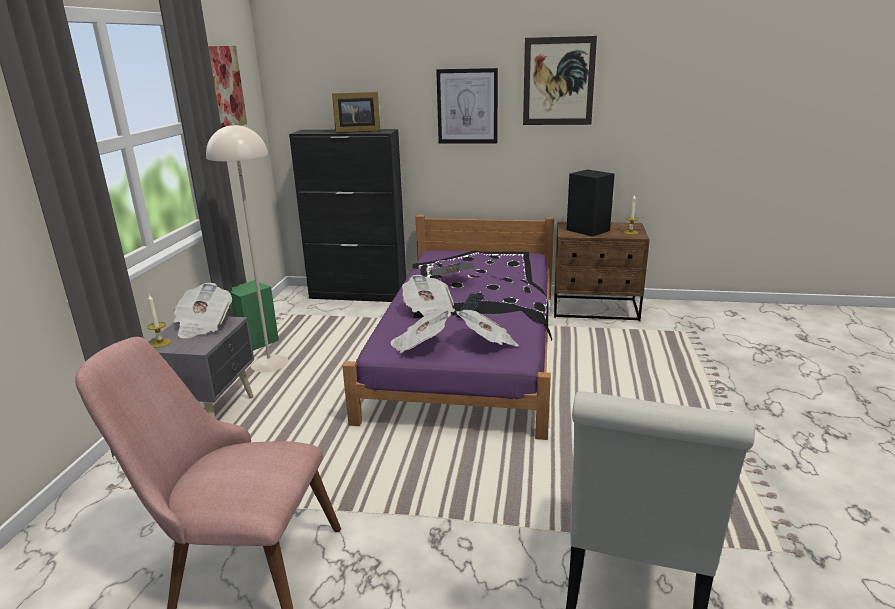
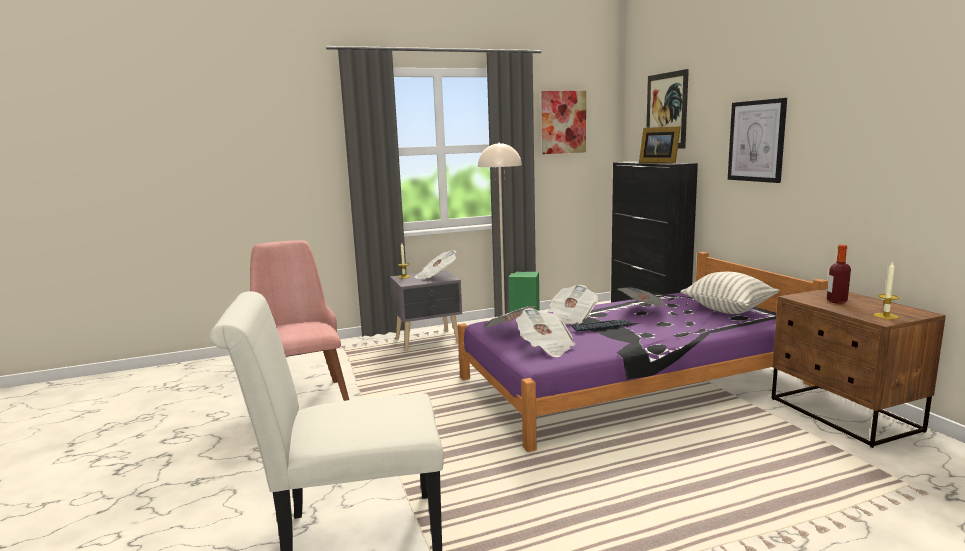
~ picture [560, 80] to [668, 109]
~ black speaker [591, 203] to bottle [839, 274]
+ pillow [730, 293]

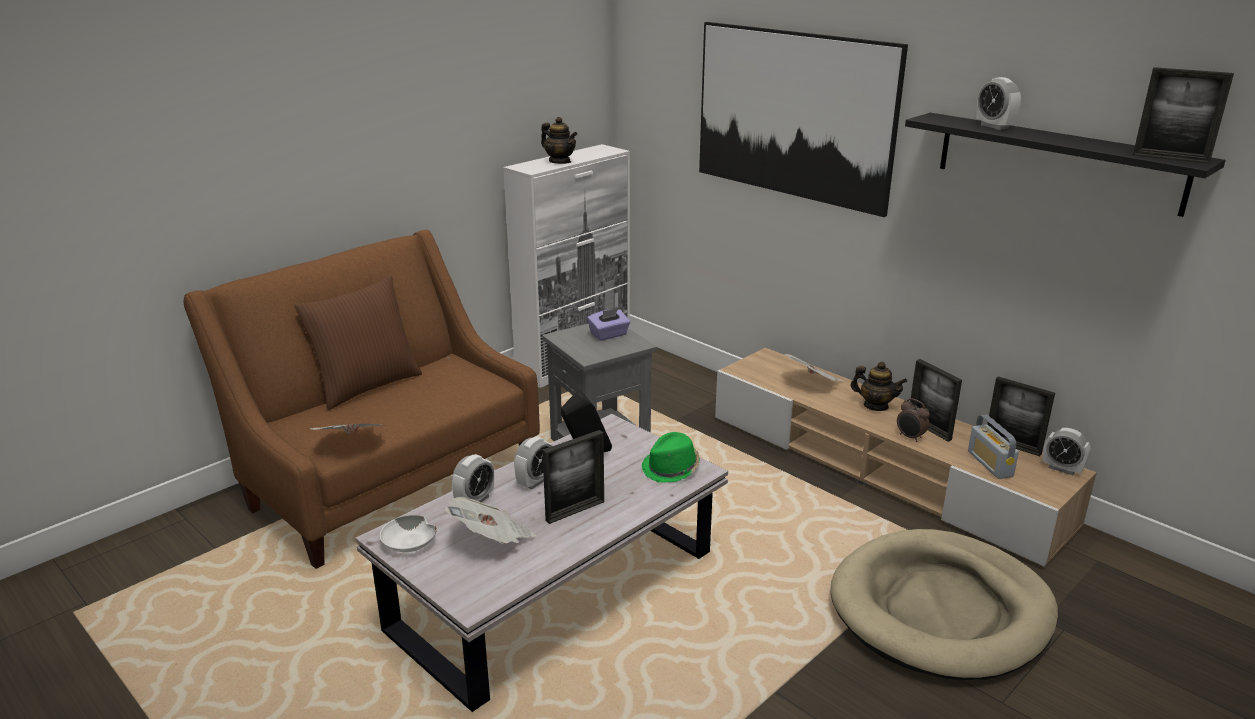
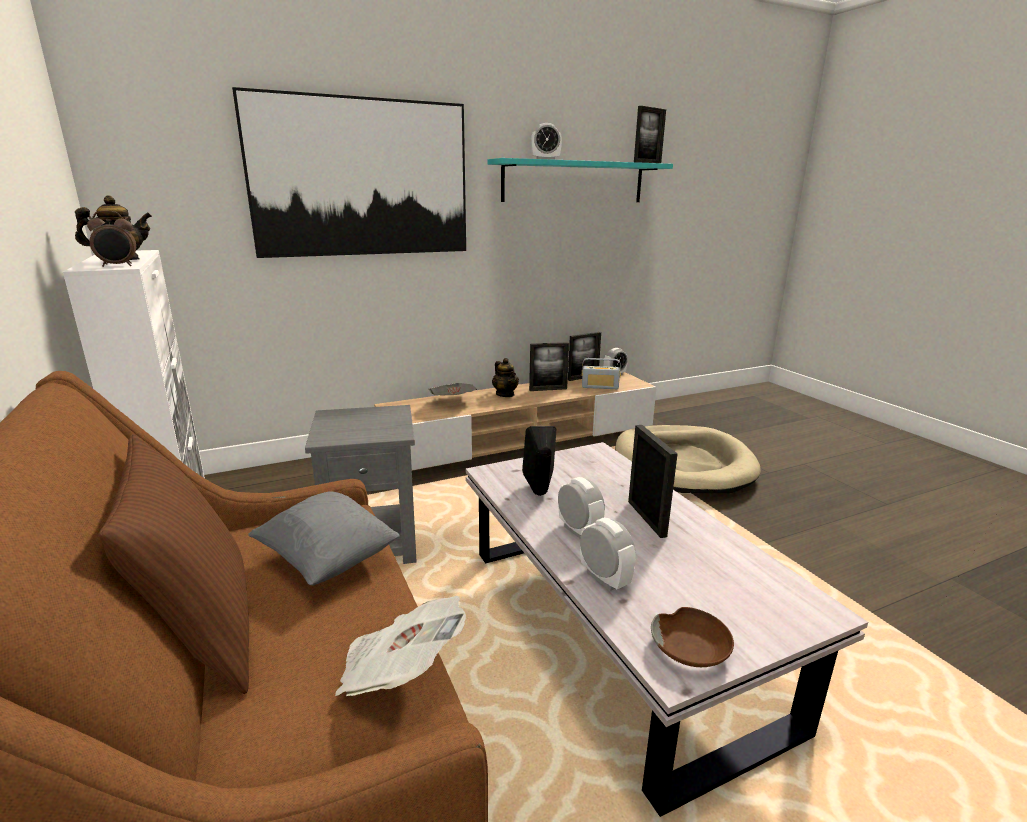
~ white bowl [408, 533] to brown bowl [692, 637]
- newspaper [490, 520]
- purple tissue box [608, 324]
- green hat [671, 457]
~ teapot [878, 386] = [505, 377] 105 degrees clockwise
~ alarm clock [913, 420] to [111, 239]
~ black shelf [1065, 165] to turquoise shelf [580, 180]
+ grey pillow [324, 538]

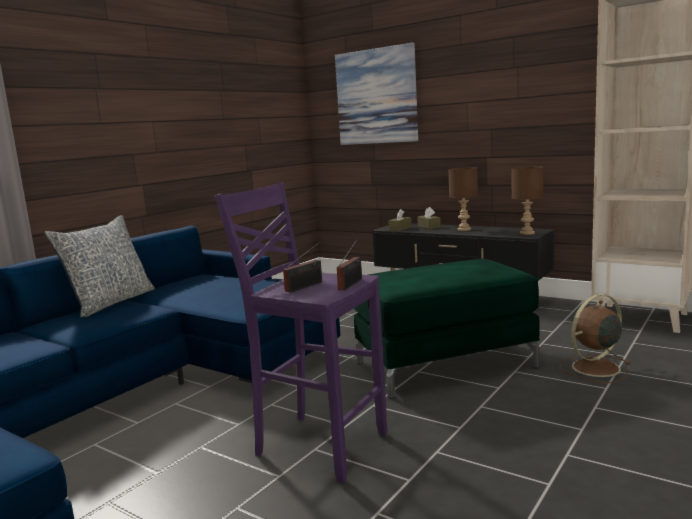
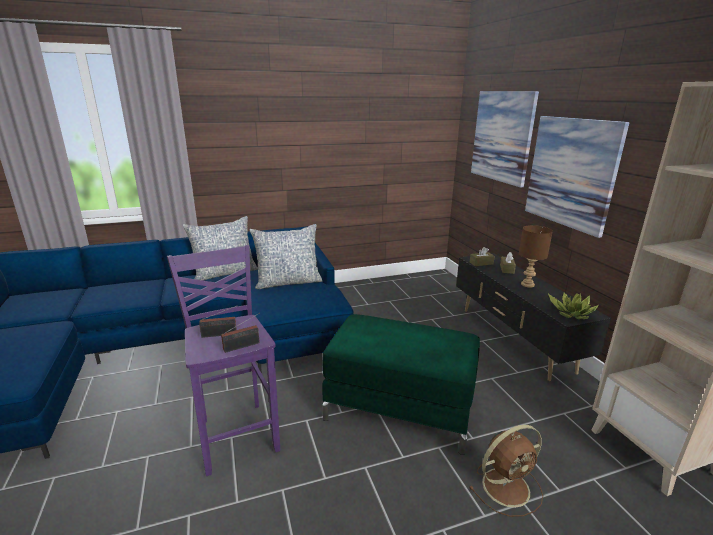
~ brown table lamp [527, 200] to potted plant [573, 306]
~ brown fan [595, 338] = [506, 471] 150 degrees clockwise
+ pillow [286, 256]
+ picture [577, 177]

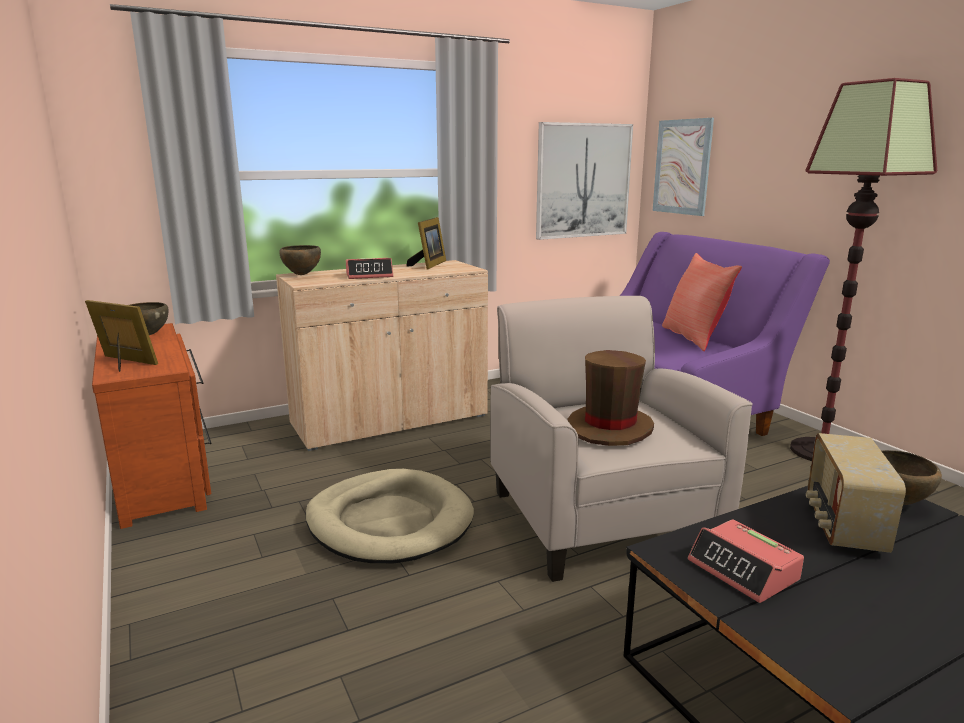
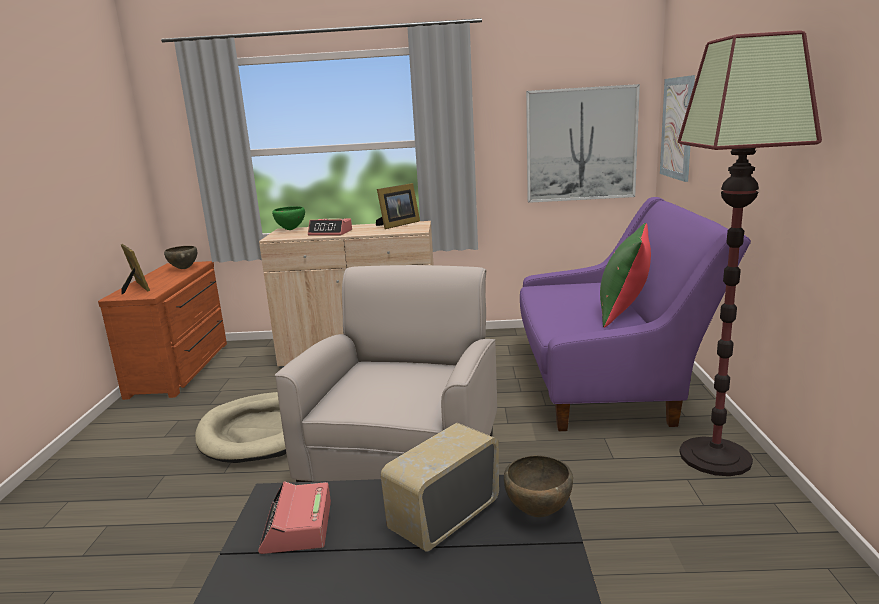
~ brown bowl [300, 260] to green bowl [288, 218]
- brown hat [610, 398]
~ red pillow [702, 302] to green pillow [625, 275]

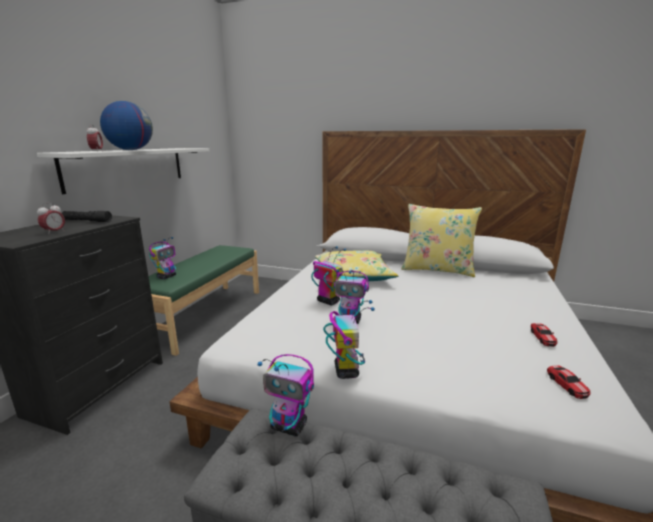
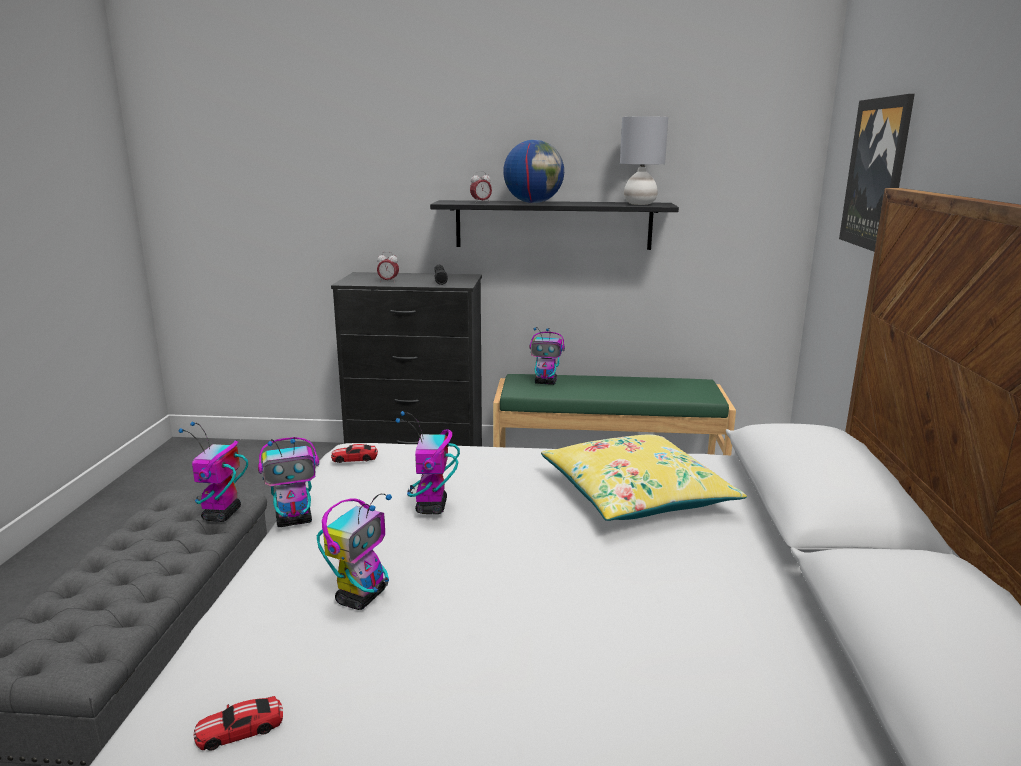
~ white shelf [123, 171] to black shelf [554, 225]
~ toy robot [328, 275] to [354, 552]
- yellow pillow [441, 240]
~ toy car [544, 335] to [354, 453]
+ grey table lamp [644, 160]
+ picture [877, 173]

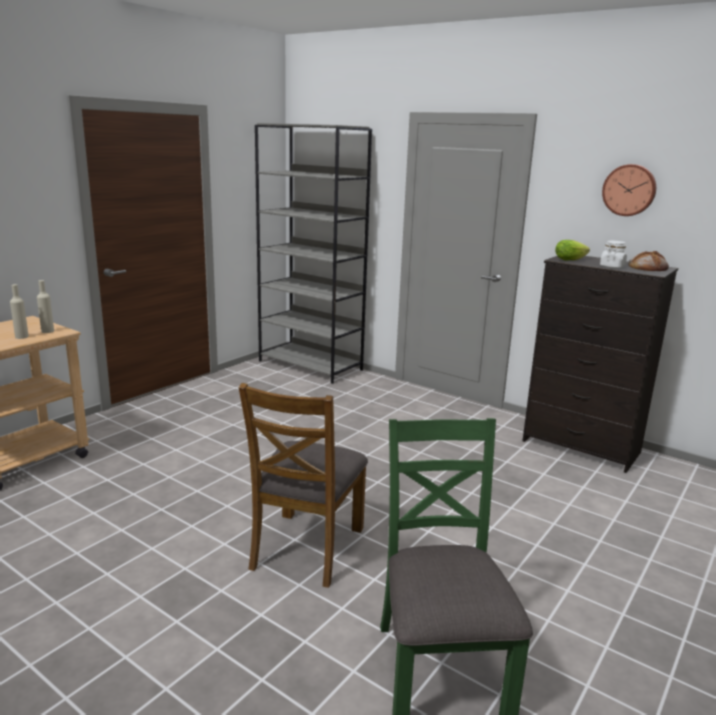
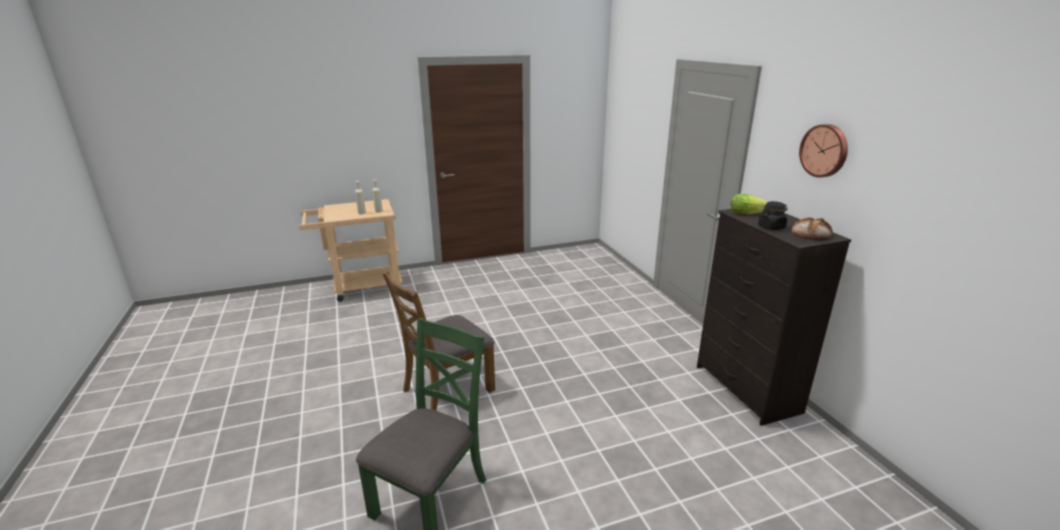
- grey bookcase [313, 253]
~ white jar [613, 254] to black jar [773, 215]

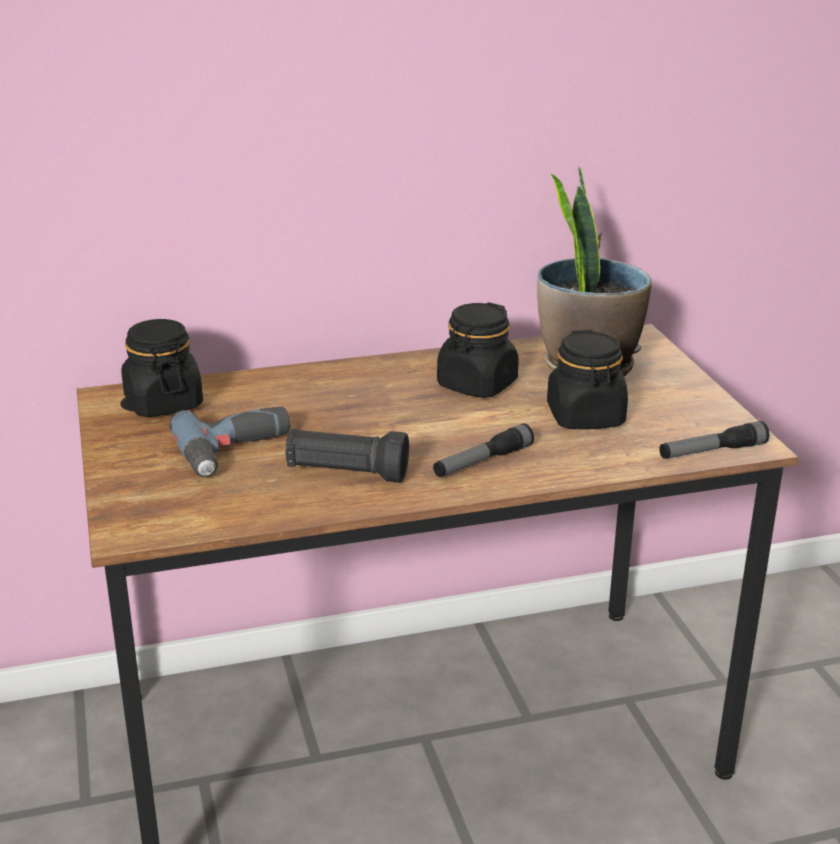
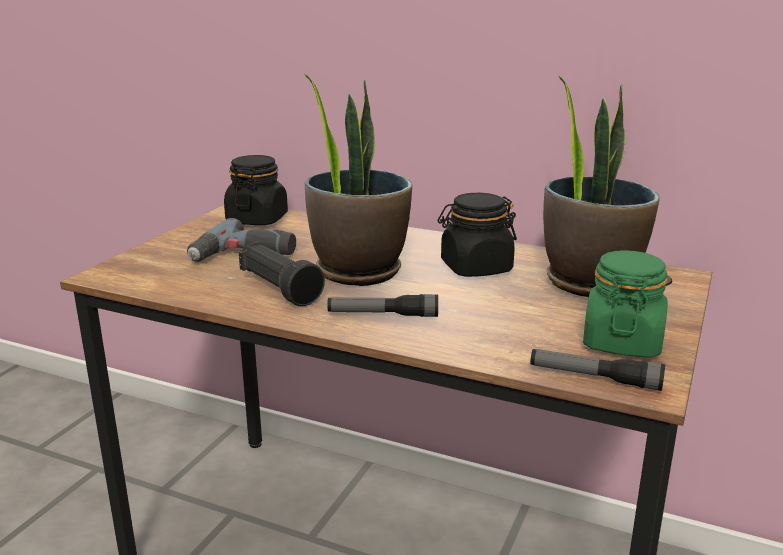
- black jar [587, 379]
+ potted plant [358, 180]
+ green jar [625, 304]

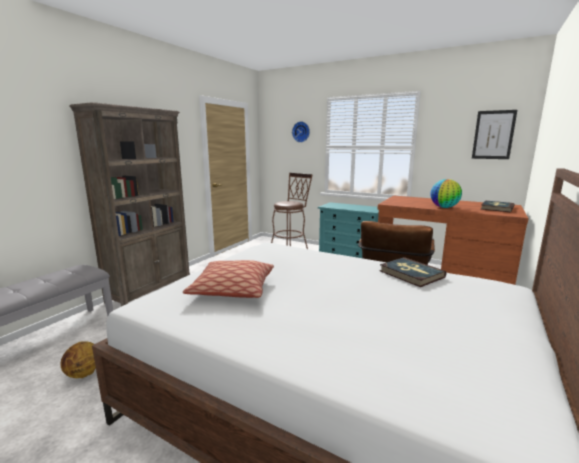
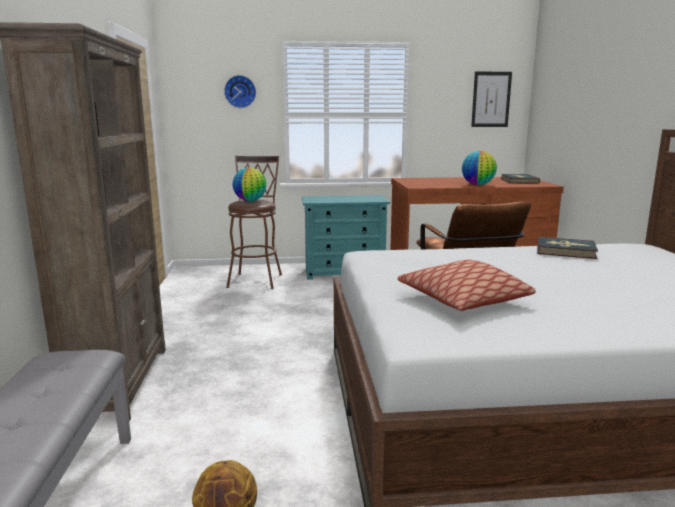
+ globe [249, 184]

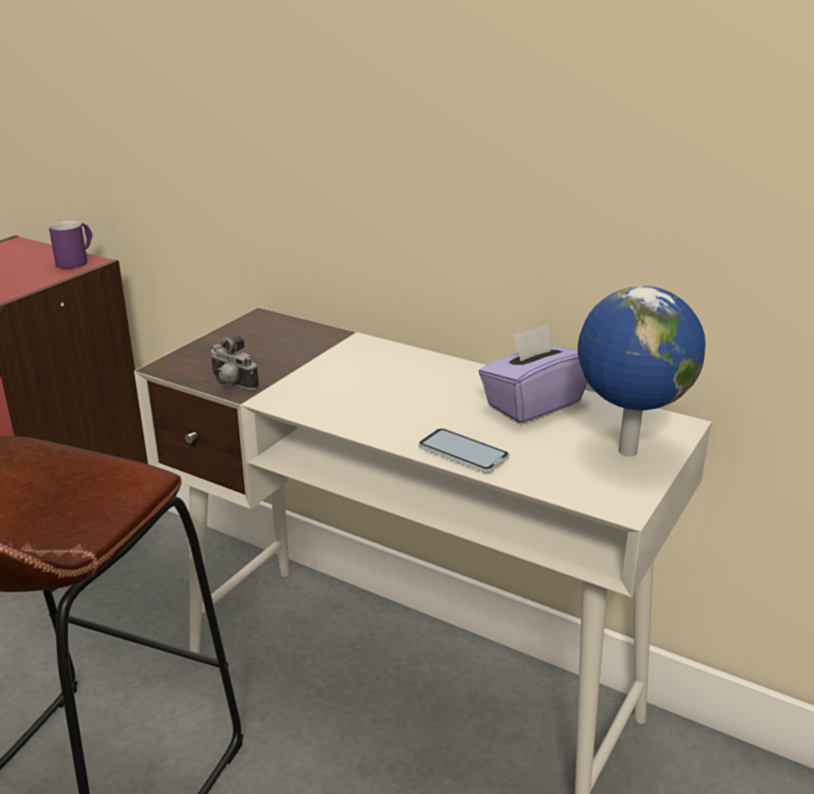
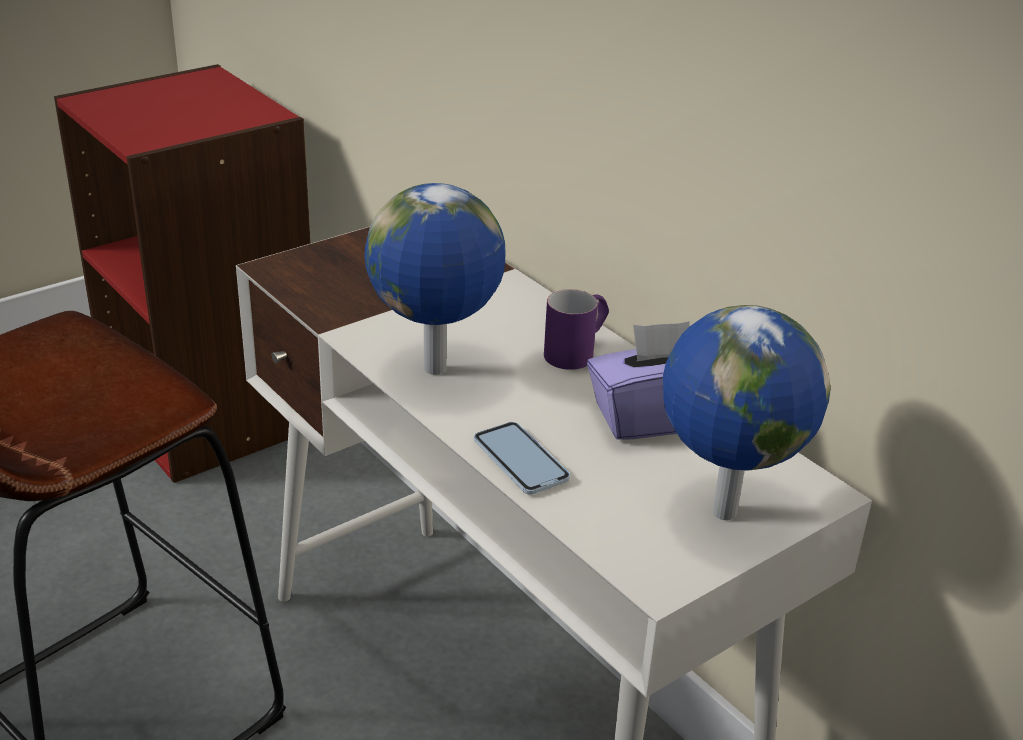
~ purple mug [70, 245] to [576, 329]
- photo camera [234, 362]
+ globe [435, 279]

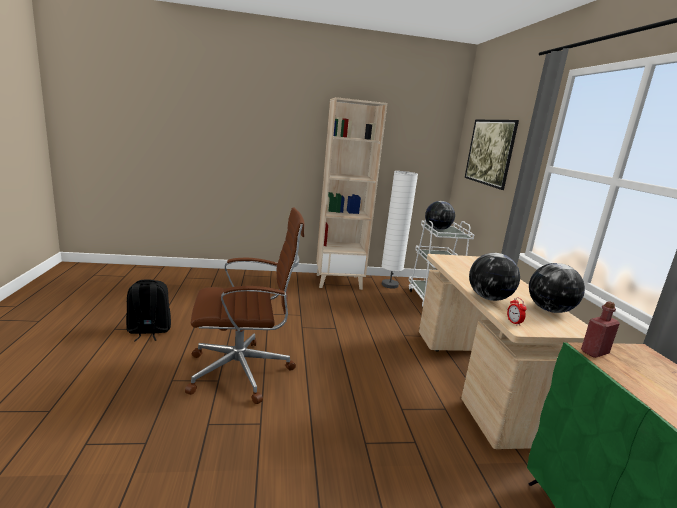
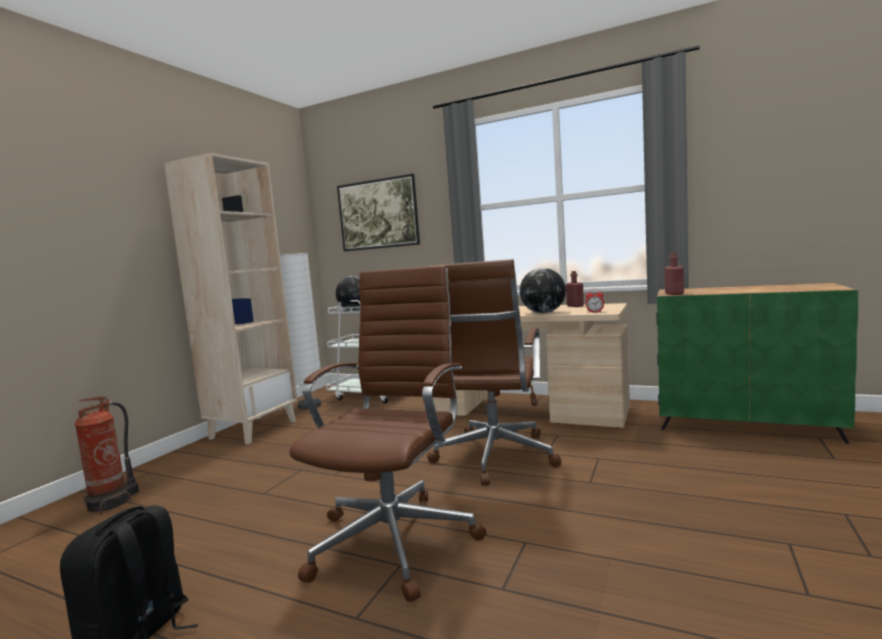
~ globe [557, 288] to red bottle [575, 289]
+ fire extinguisher [106, 455]
+ brown office chair [494, 372]

